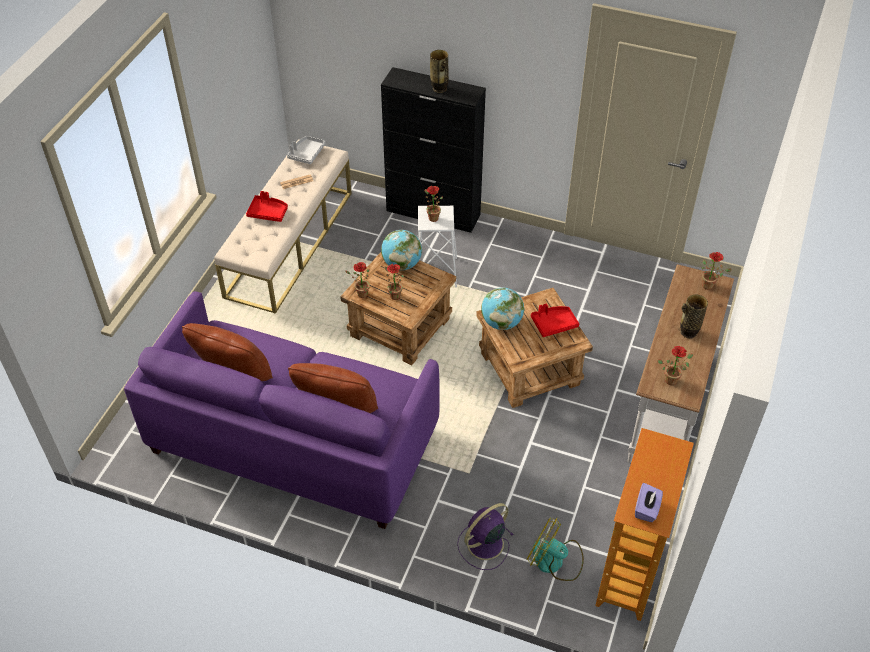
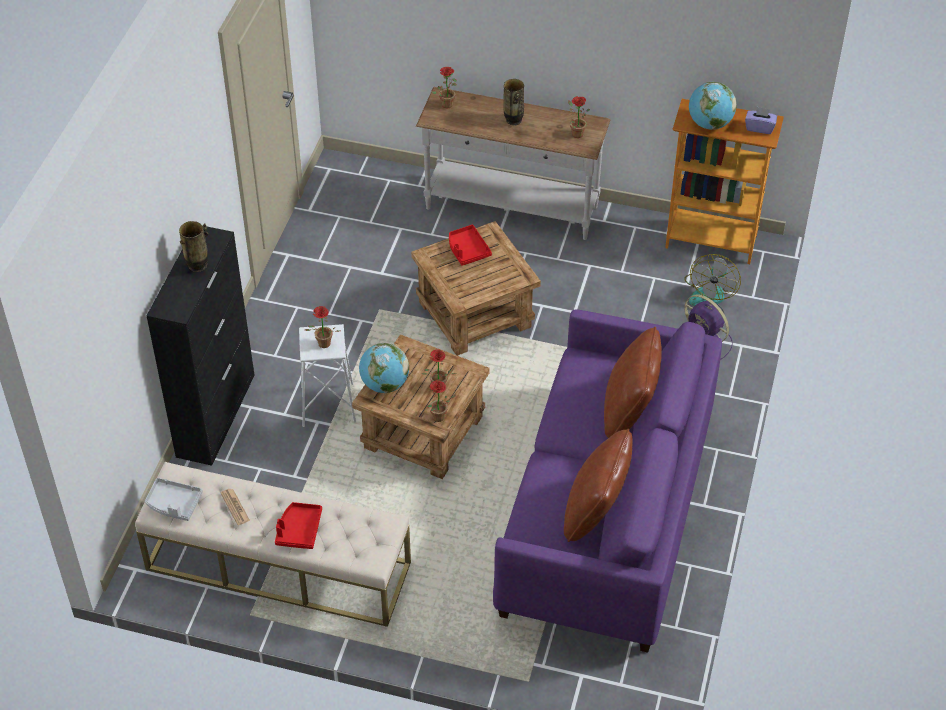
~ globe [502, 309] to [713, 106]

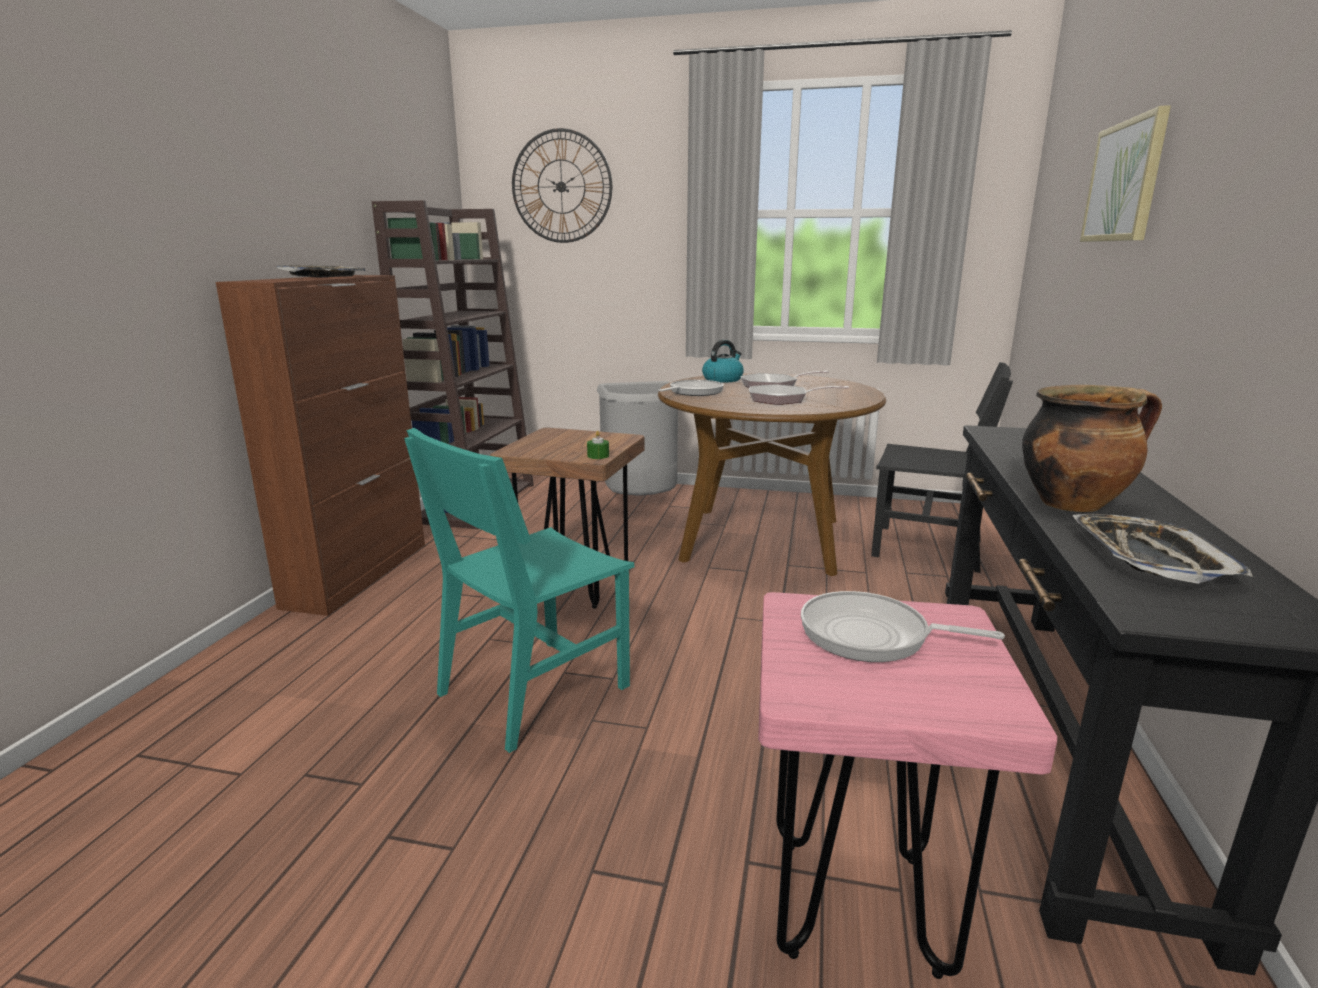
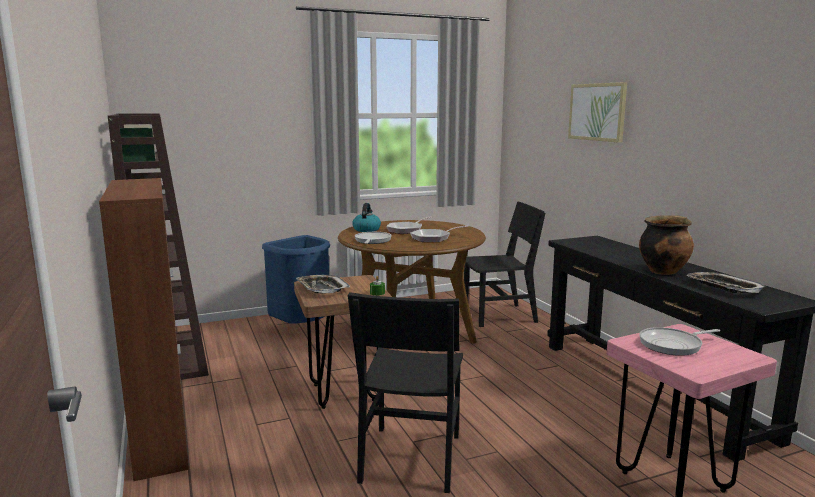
~ tray [321, 271] to [323, 284]
~ turquoise chair [519, 590] to black chair [405, 392]
- wall clock [562, 185]
~ grey trash can [637, 438] to blue trash can [296, 282]

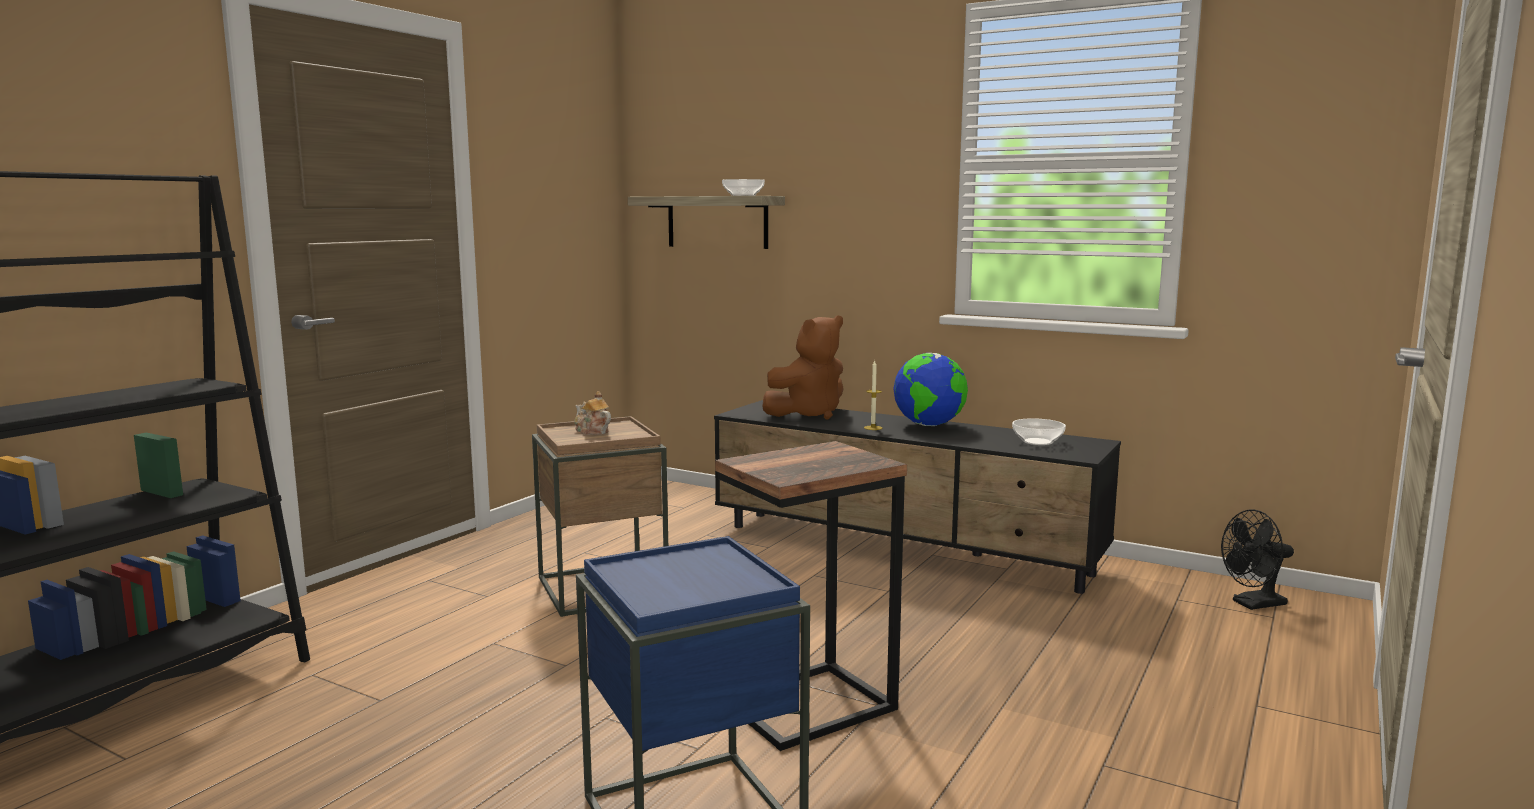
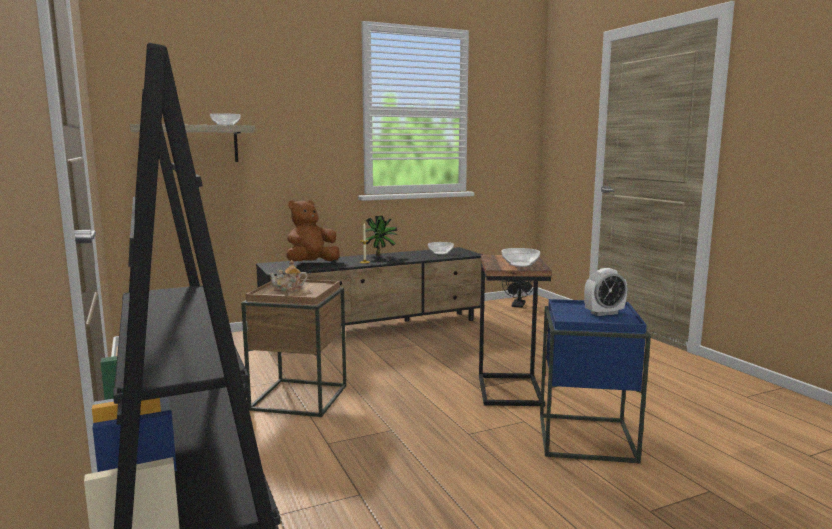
~ brown plush toy [803, 367] = [313, 231] 135 degrees counterclockwise
~ globe [930, 389] to potted plant [379, 236]
+ bowl [521, 257]
+ alarm clock [605, 292]

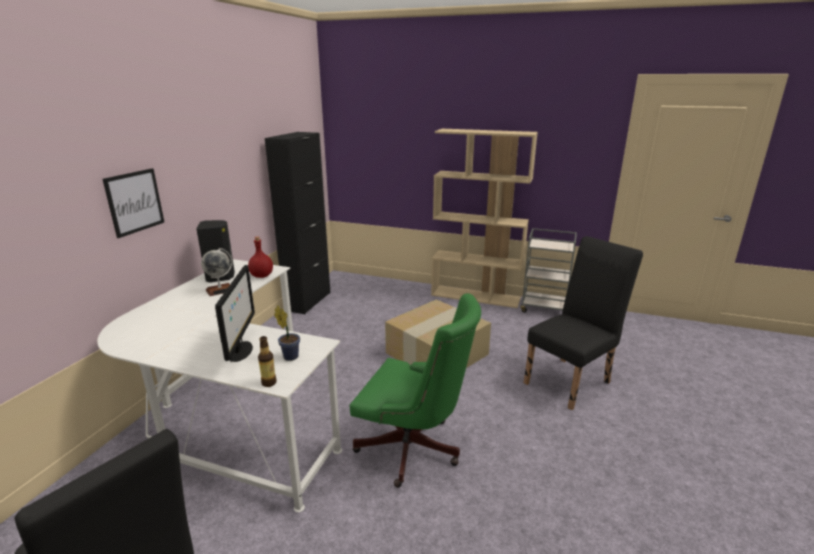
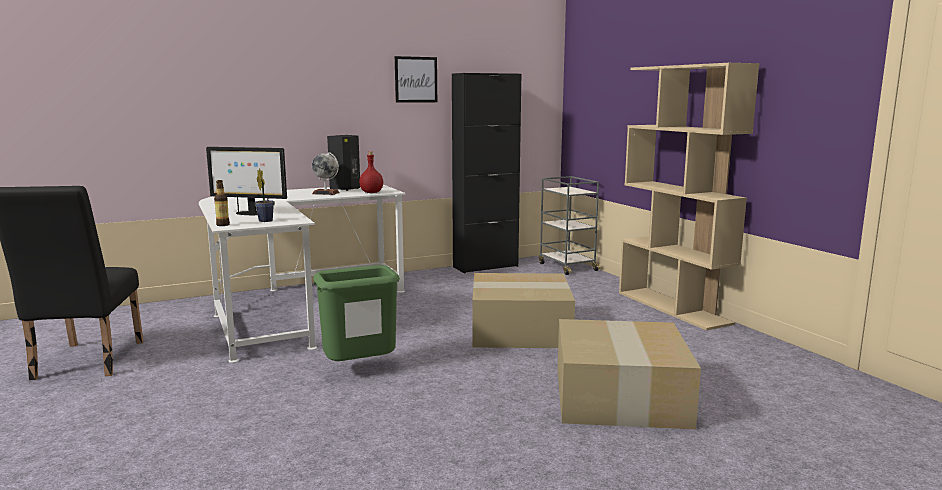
~ picture [133, 203] to [416, 79]
~ monitor [235, 313] = [246, 181] 60 degrees clockwise
~ green office chair [415, 390] to green trash can [356, 313]
~ grey cart [548, 270] to [570, 225]
~ black chair [583, 323] to cardboard box [629, 374]

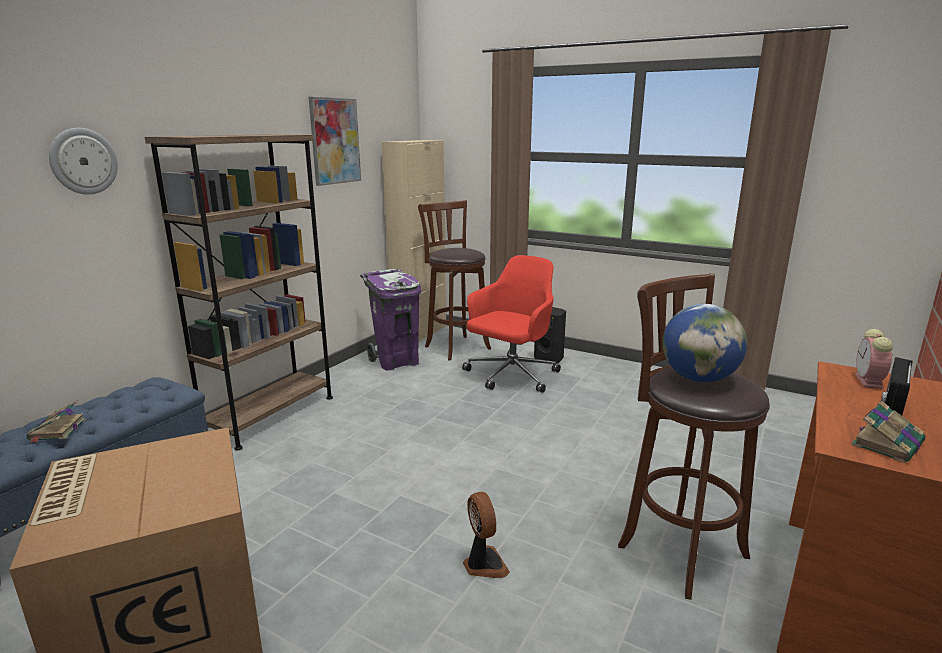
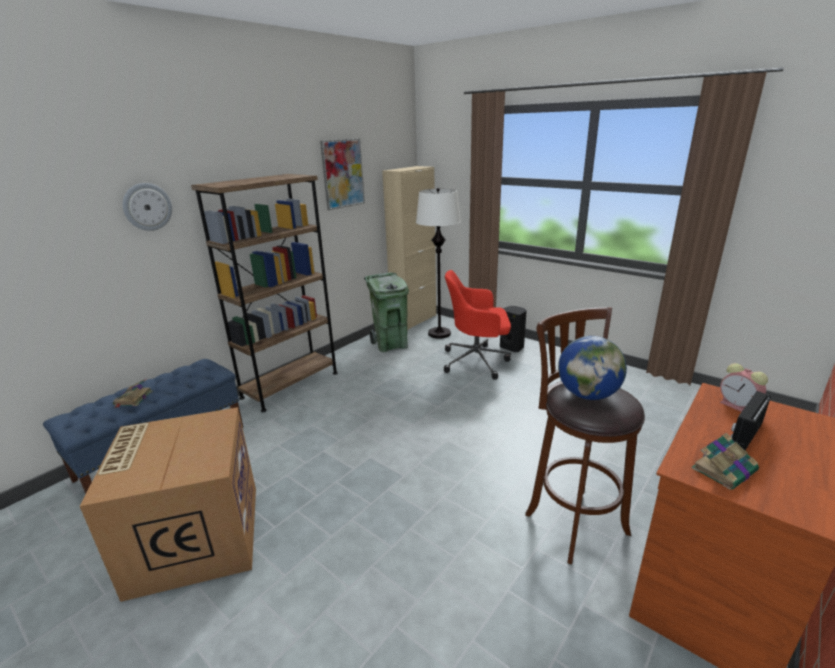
~ purple trash can [390, 320] to green trash can [386, 312]
~ brown stool [454, 280] to white floor lamp [438, 263]
~ red office chair [511, 324] = [477, 325] 135 degrees counterclockwise
- fan [486, 535]
~ alarm clock [874, 359] = [744, 387] 60 degrees counterclockwise

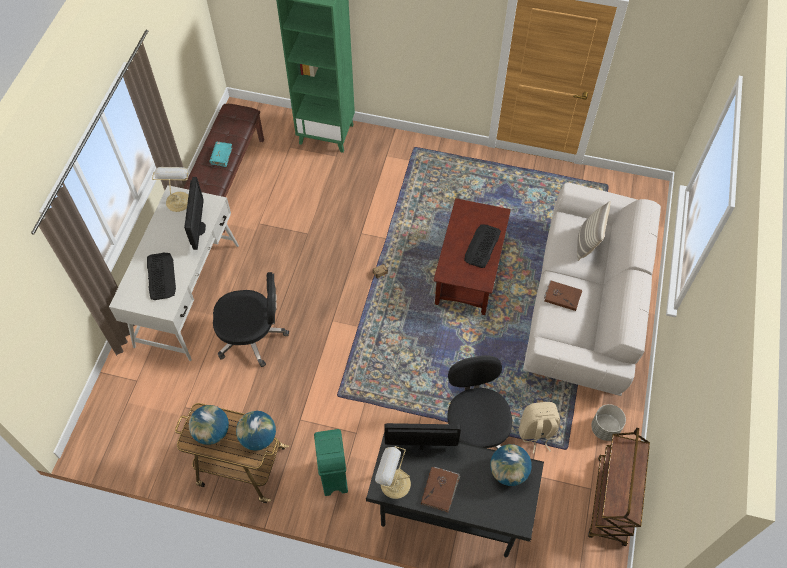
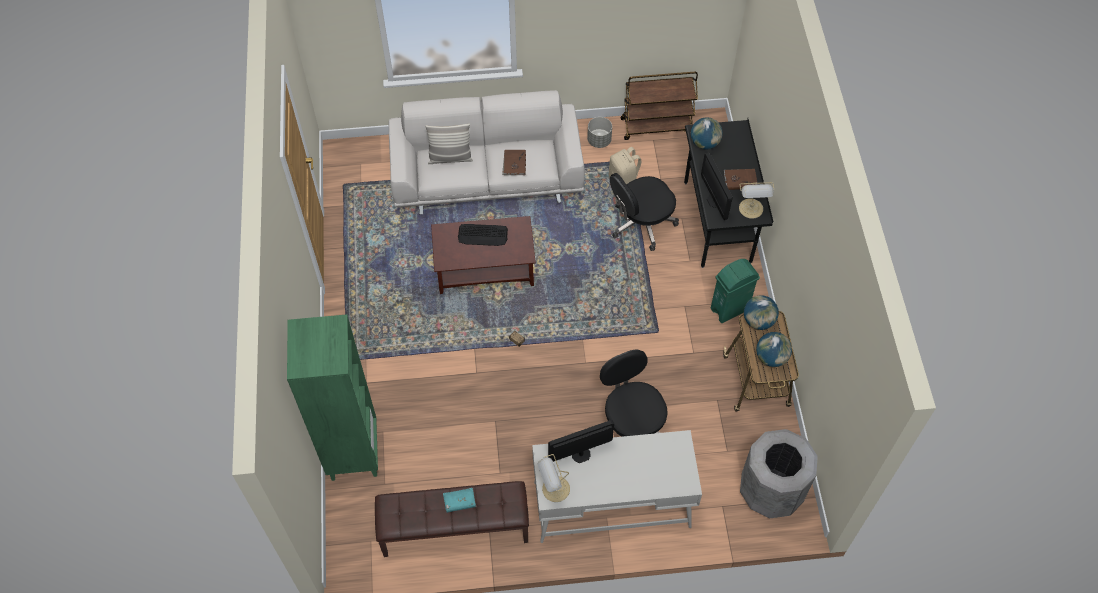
- keyboard [161, 276]
+ grey trash can [779, 473]

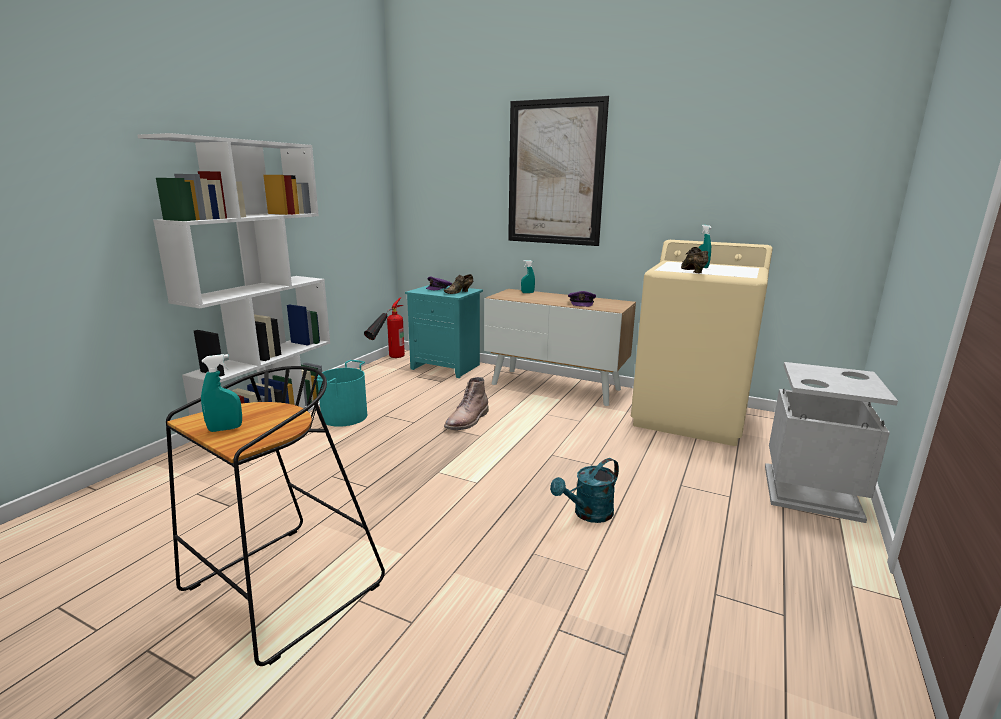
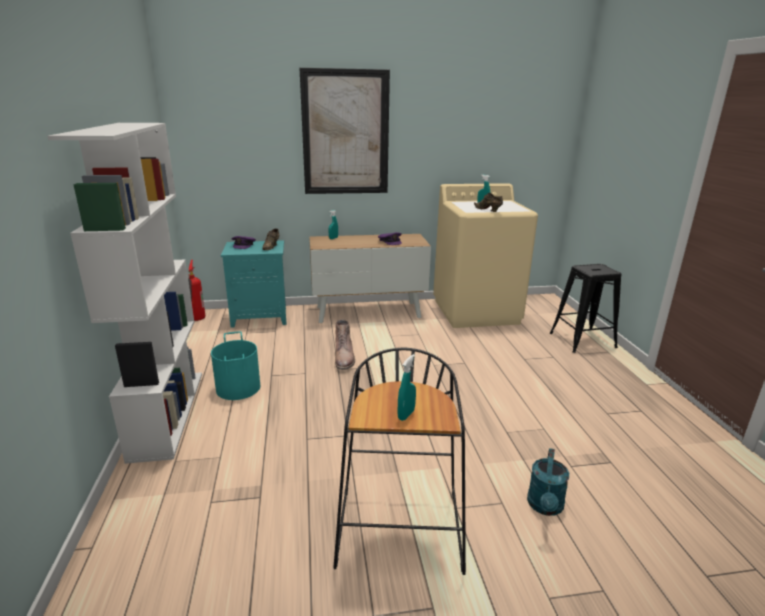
~ turquoise watering can [584, 490] to [548, 482]
~ grey trash can [831, 442] to black stool [586, 308]

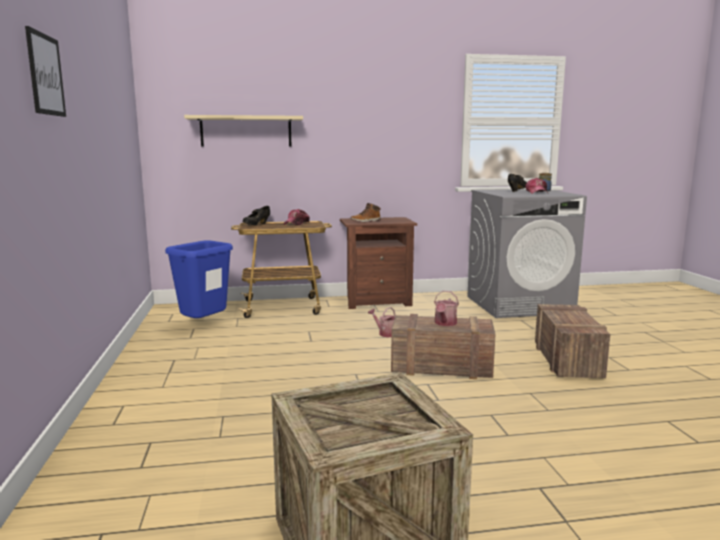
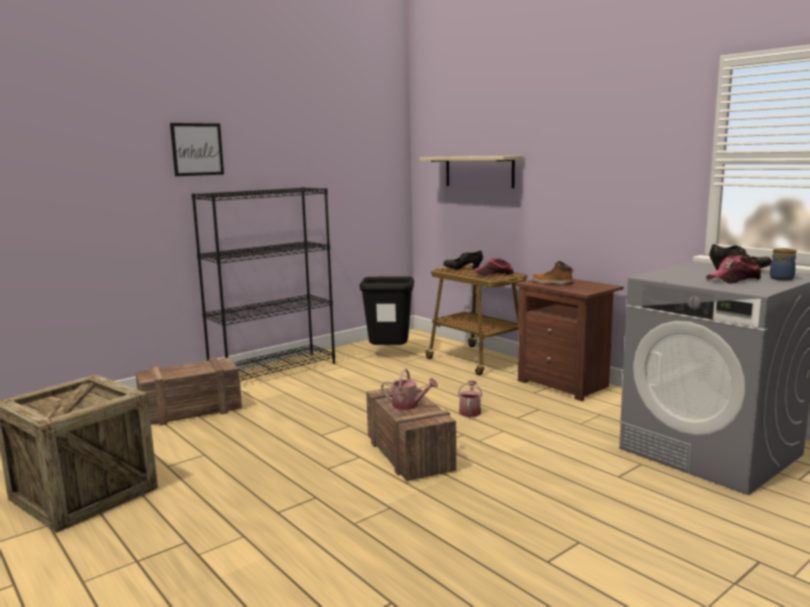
~ blue trash can [199, 279] to black trash can [387, 310]
~ watering can [446, 308] = [409, 389] 150 degrees counterclockwise
~ crate [572, 341] to [188, 391]
+ black bookcase [263, 284]

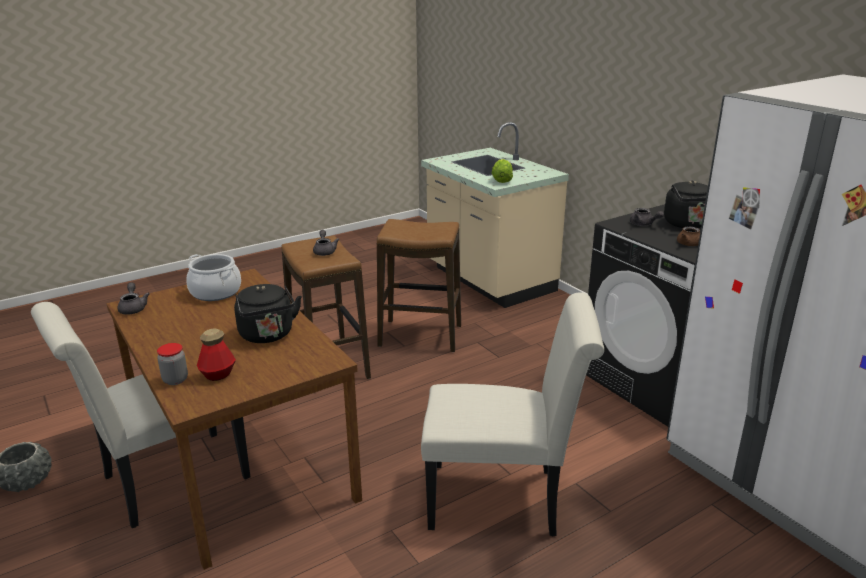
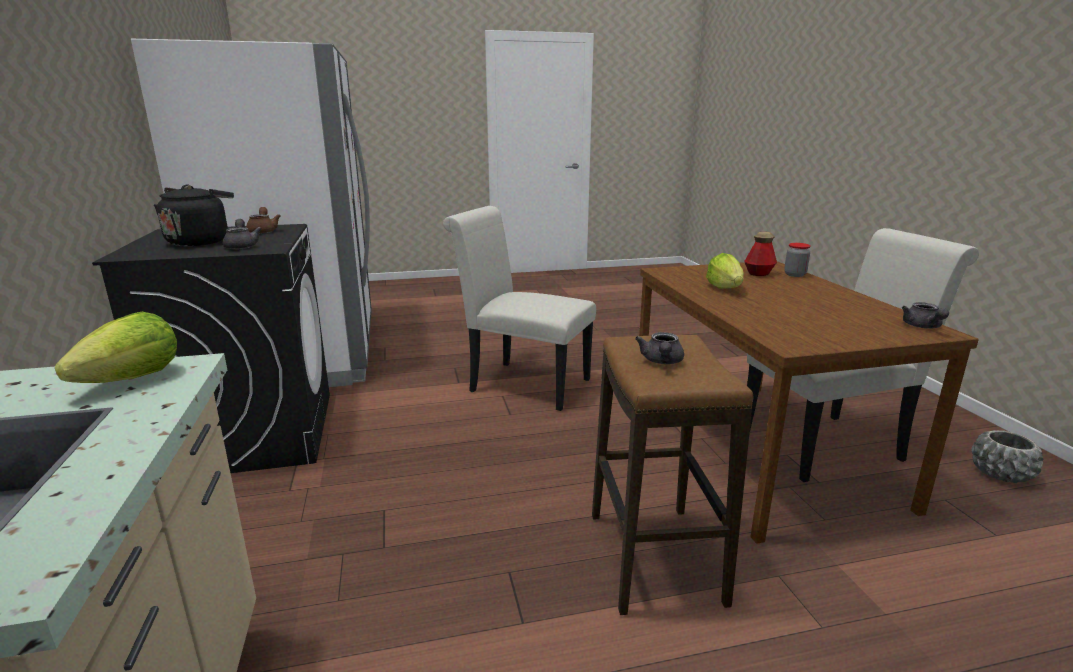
- cooking pot [213, 277]
~ black kettle [268, 313] to lettuce [725, 271]
- stool [419, 285]

